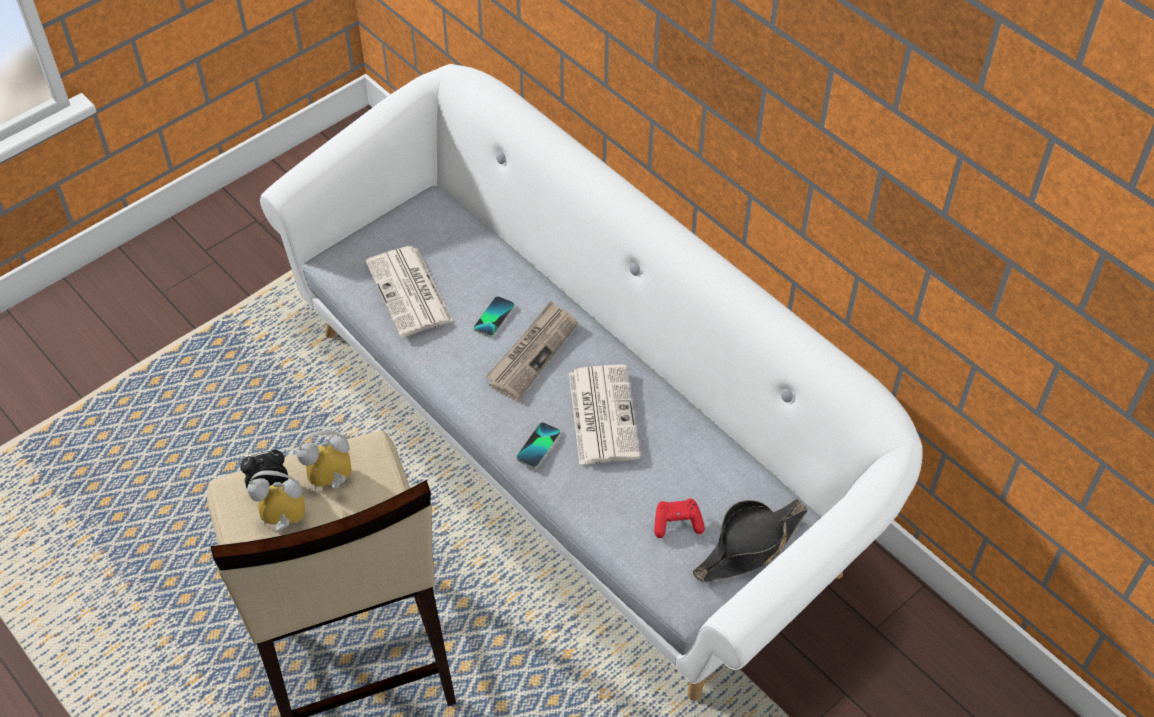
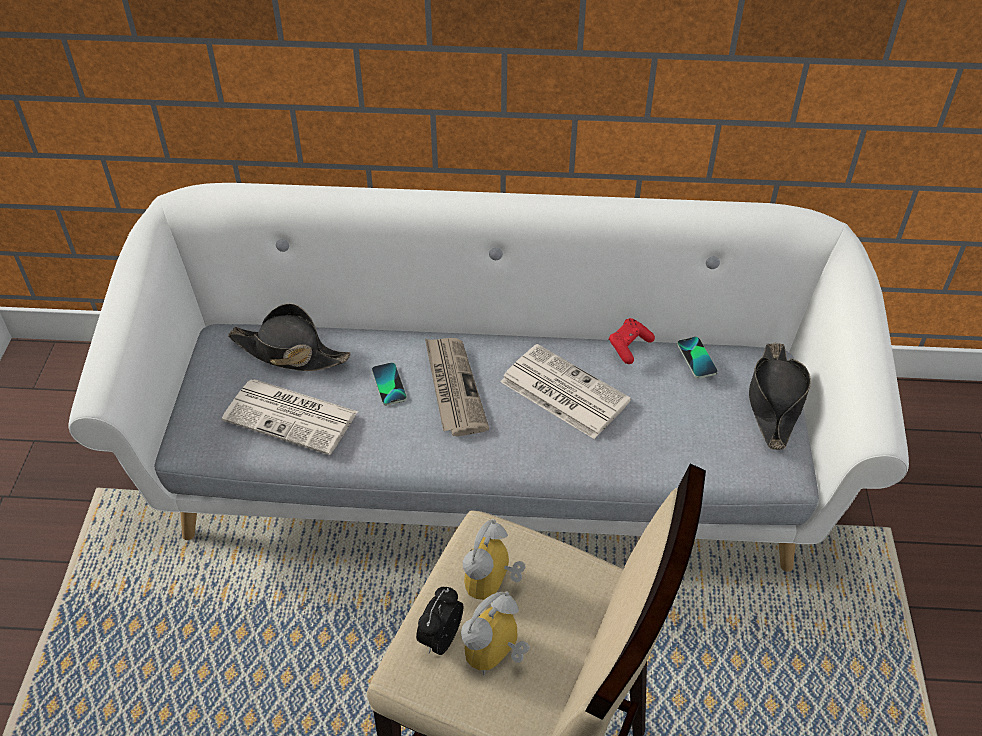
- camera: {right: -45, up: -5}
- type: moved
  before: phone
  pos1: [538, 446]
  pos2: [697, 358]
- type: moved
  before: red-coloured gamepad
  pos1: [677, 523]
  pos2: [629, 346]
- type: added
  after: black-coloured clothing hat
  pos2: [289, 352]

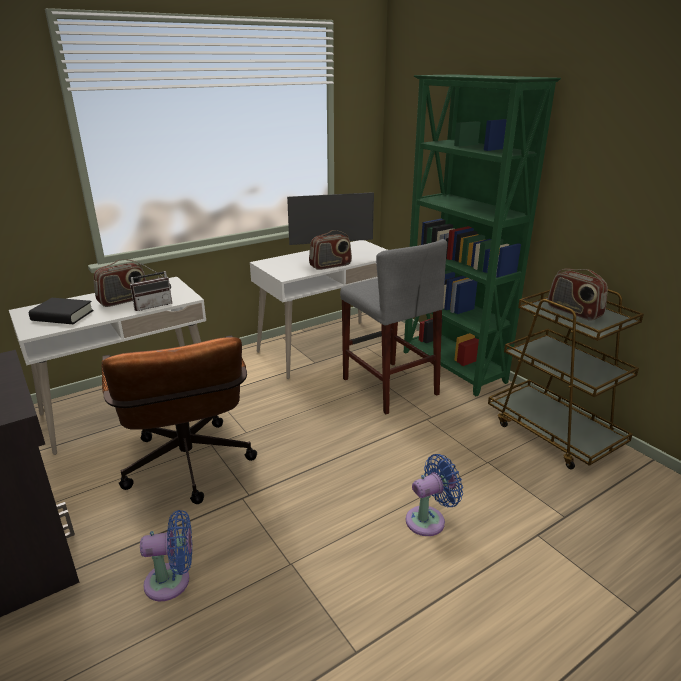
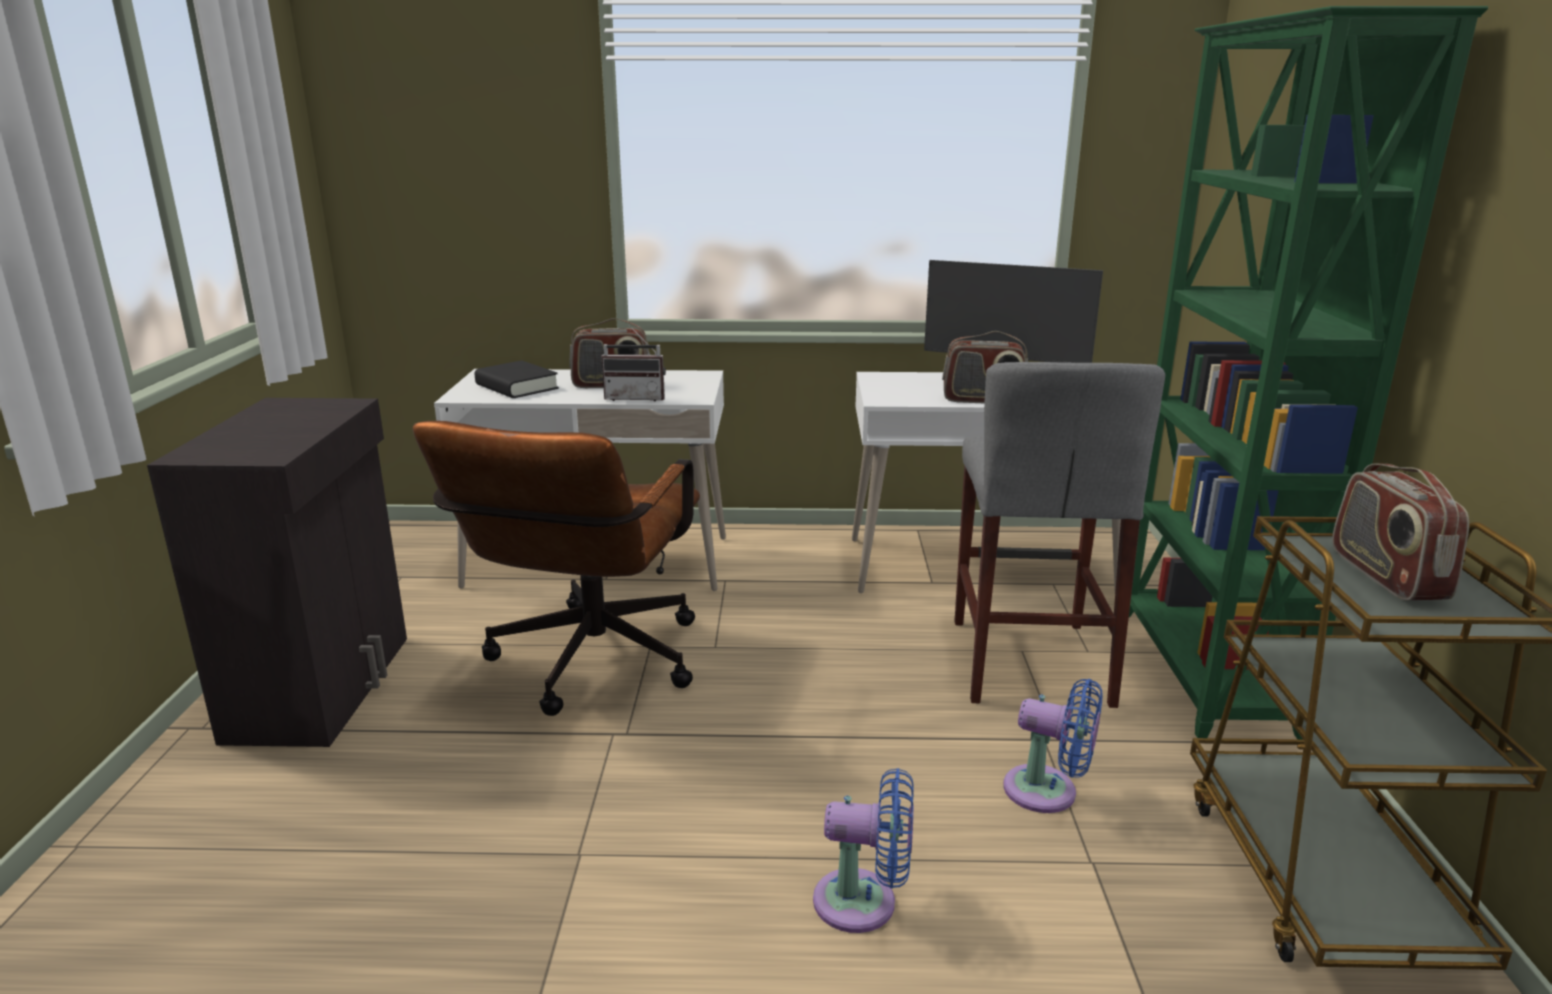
- camera: {right: 35, up: -5}
- type: moved
  before: blue cooling fan
  pos1: [172, 581]
  pos2: [1048, 792]

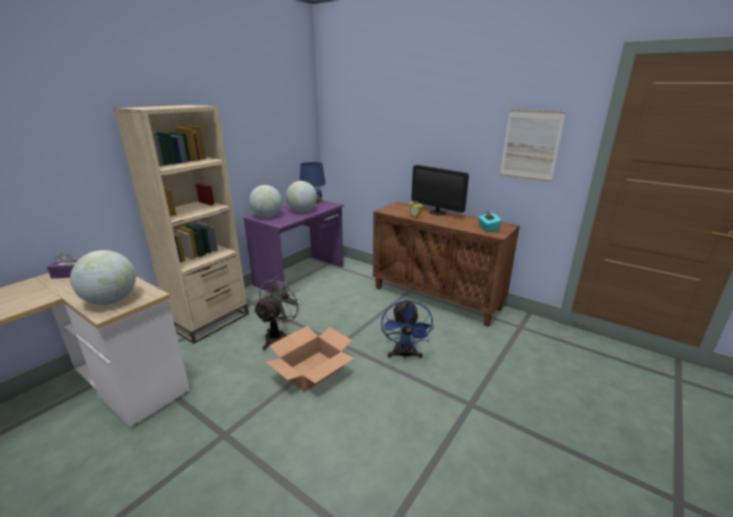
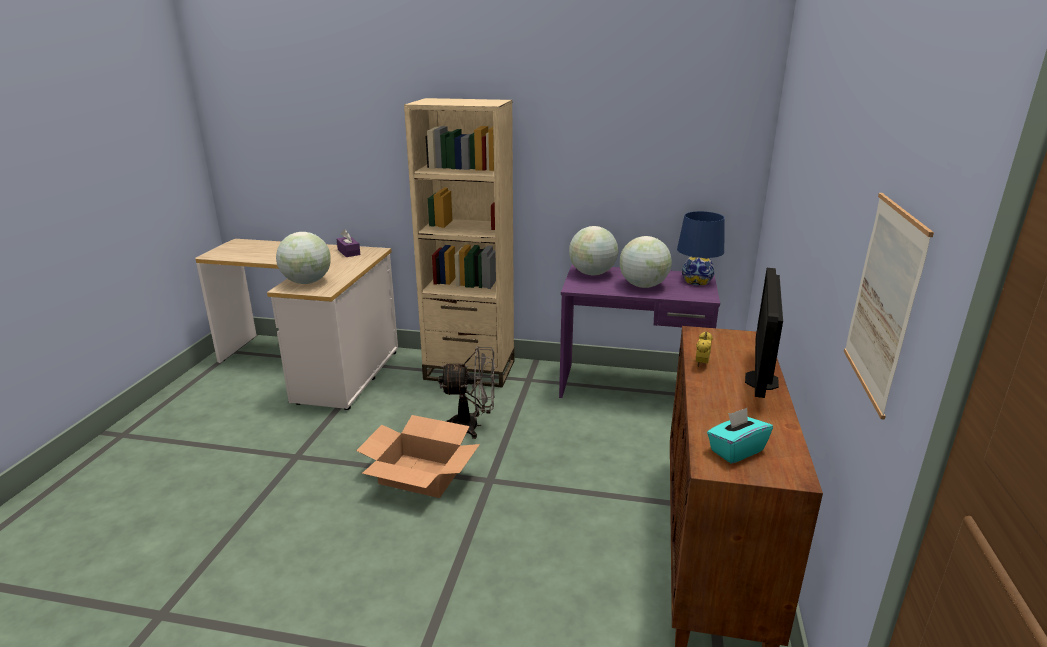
- camera: {right: 65, up: 0}
- type: removed
  before: blue cooling fan
  pos1: [404, 355]

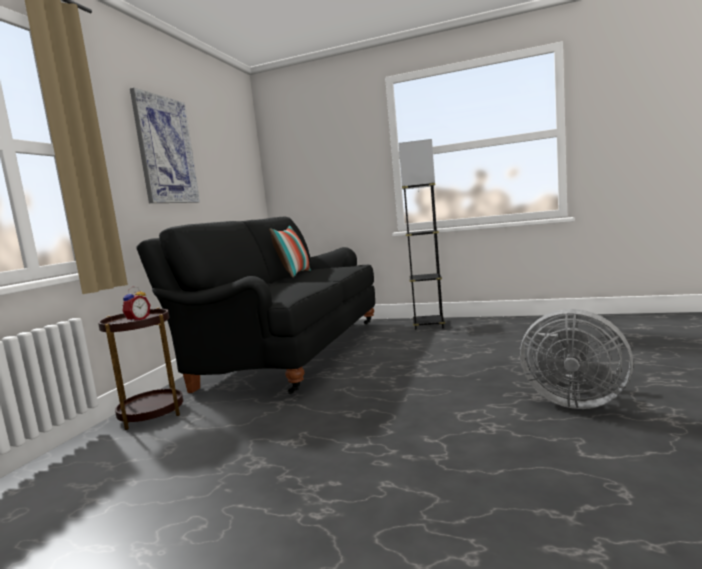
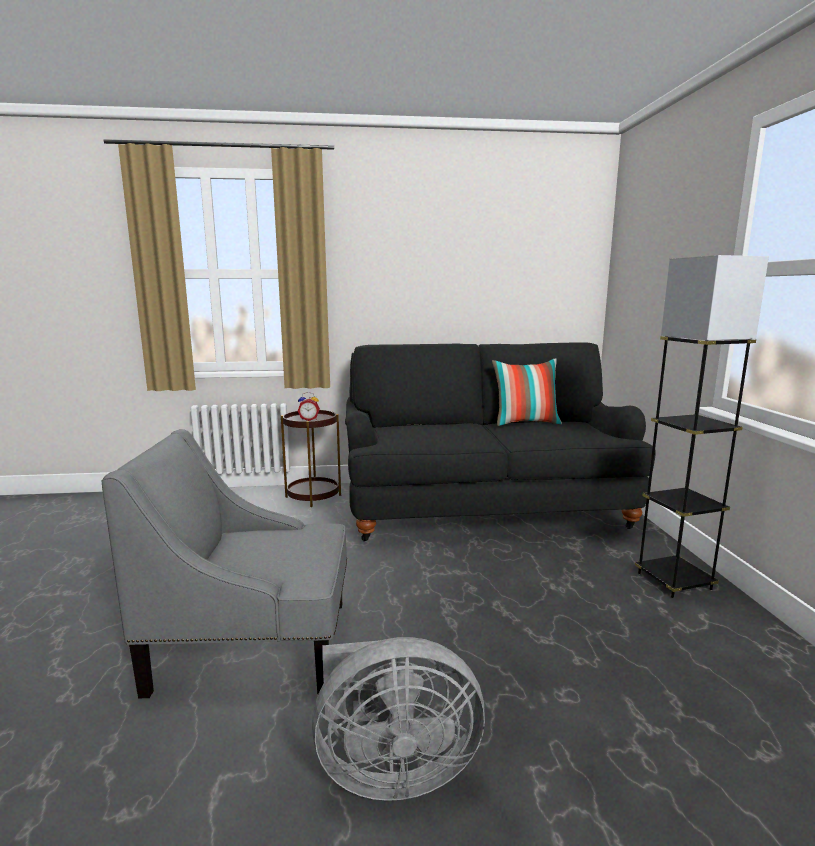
- camera: {right: 65, up: 5}
- type: removed
  before: wall picture
  pos1: [165, 150]
- type: turned
  before: greyish cooling fan
  pos1: [571, 400]
  pos2: [391, 770]
  turn: -105
- type: added
  after: greyish easy chair
  pos2: [254, 644]

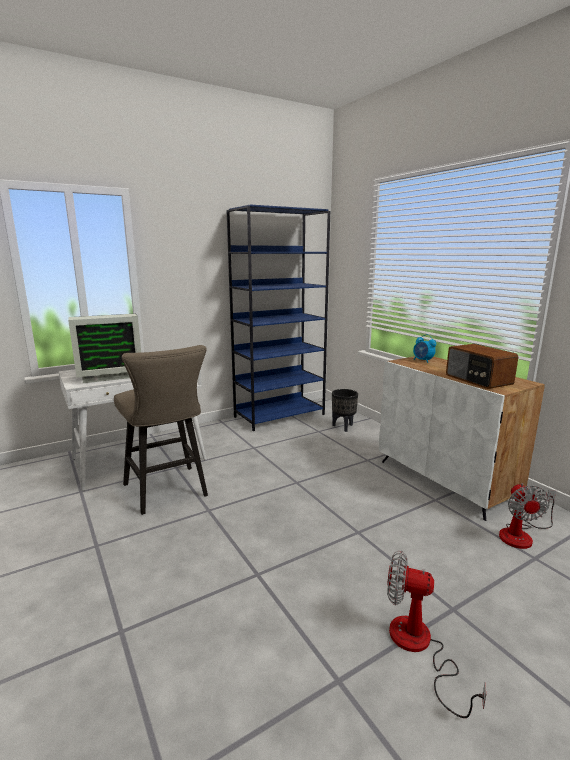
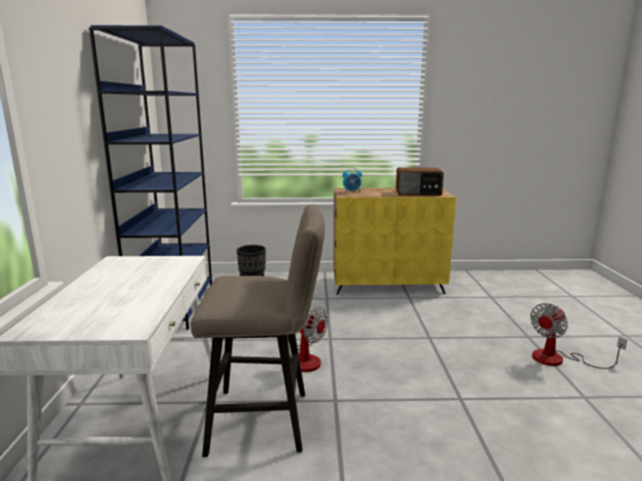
- camera: {right: -60, up: 0}
- type: removed
  before: computer screen
  pos1: [109, 374]
- type: recoloured
  before: white storage cabinet
  after: yellowish storage cabinet
  pos1: [445, 481]
  pos2: [388, 285]
- type: moved
  before: cooling fan
  pos1: [521, 534]
  pos2: [306, 358]

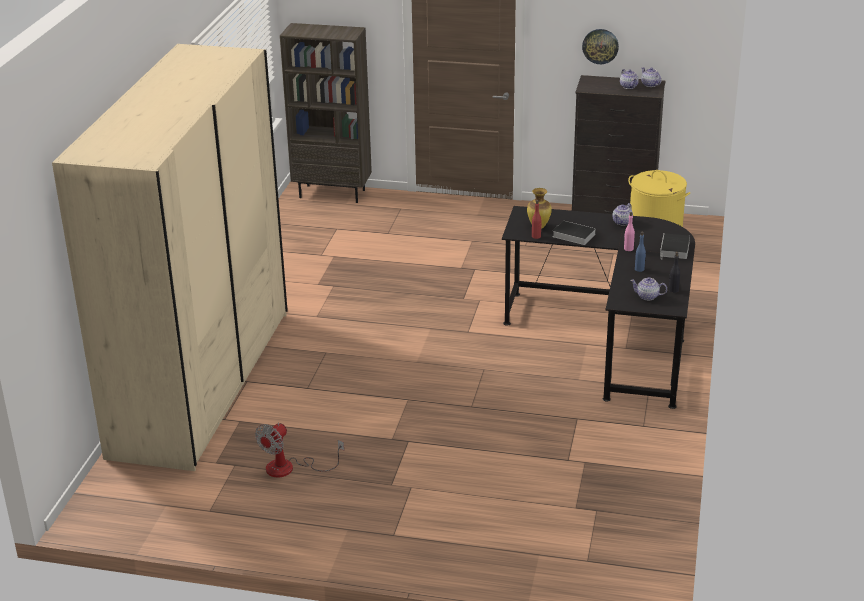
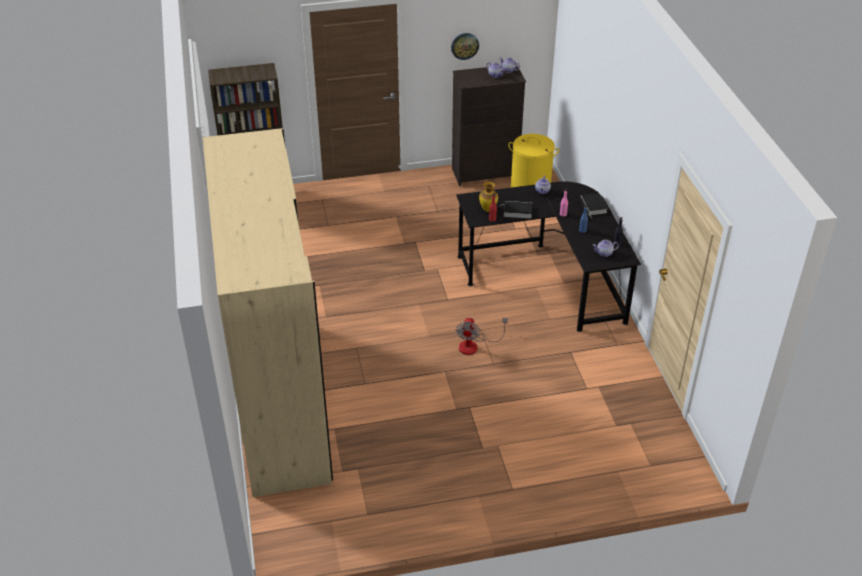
- camera: {right: -25, up: 10}
- type: moved
  before: cooling fan
  pos1: [290, 468]
  pos2: [474, 345]

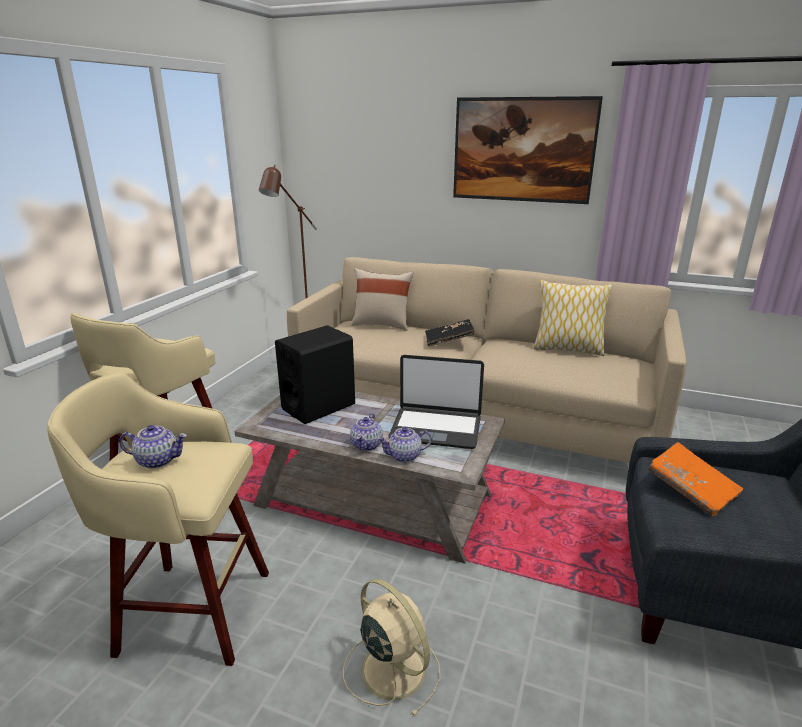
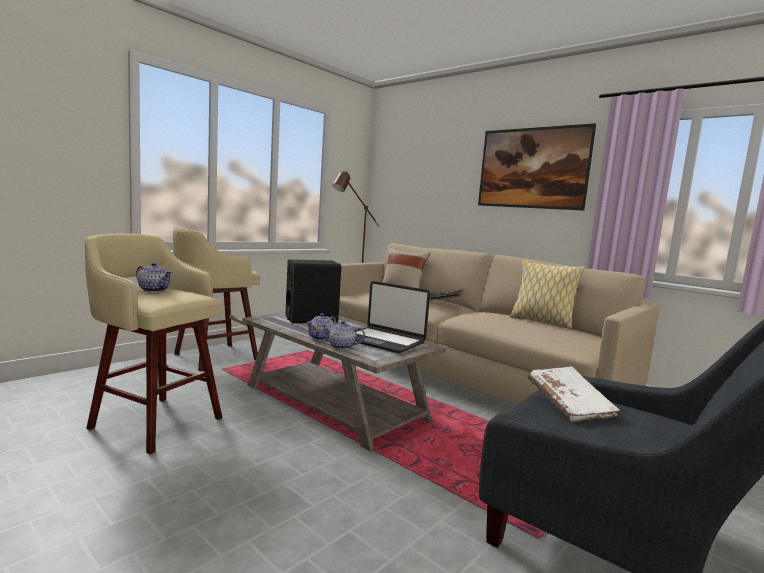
- camera: {right: 20, up: -15}
- type: removed
  before: beige cooling fan
  pos1: [391, 668]
- type: recoloured
  before: orange-coloured bound book
  after: white bound book
  pos1: [691, 489]
  pos2: [569, 406]

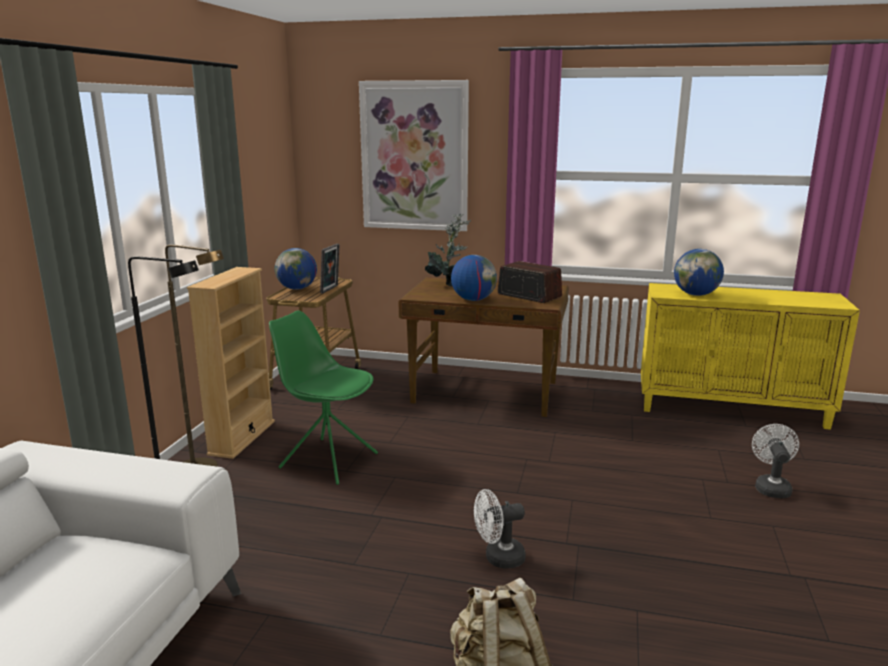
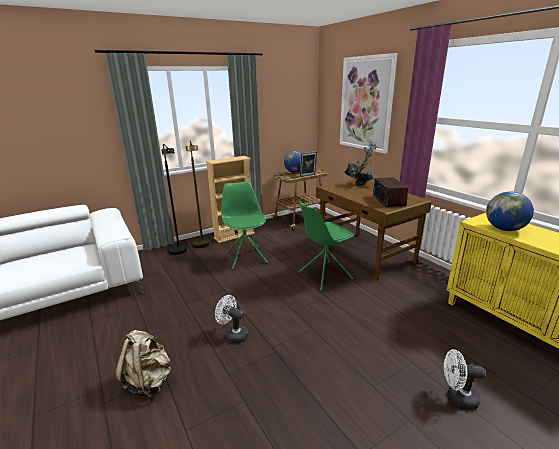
- camera: {right: 45, up: 5}
- type: removed
  before: desk globe
  pos1: [473, 300]
- type: turned
  before: white cooling fan
  pos1: [771, 487]
  pos2: [457, 397]
  turn: -135
- type: added
  after: greenish chair
  pos2: [324, 276]

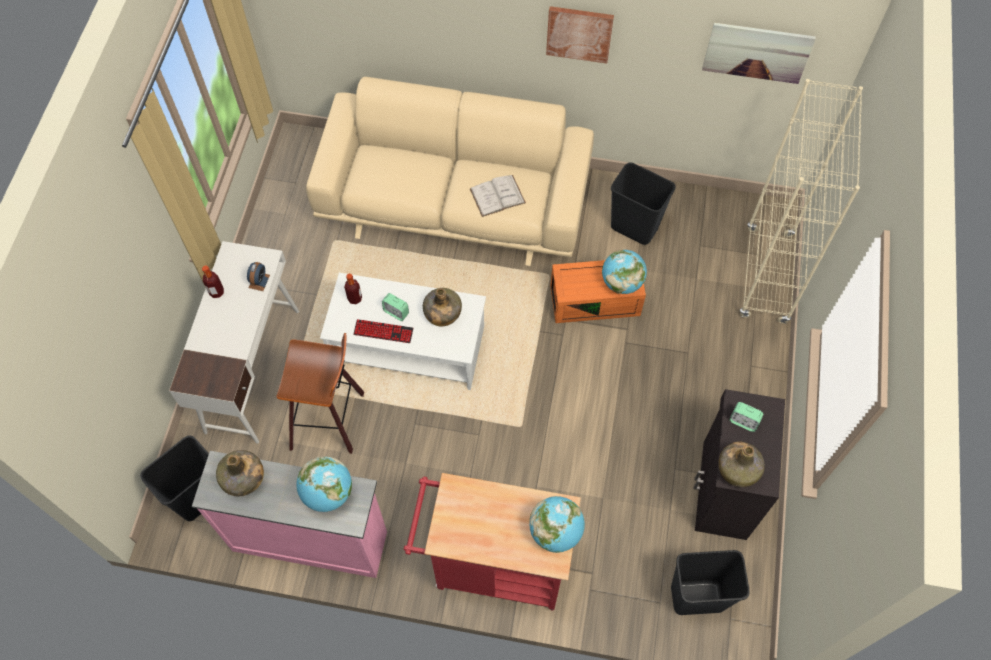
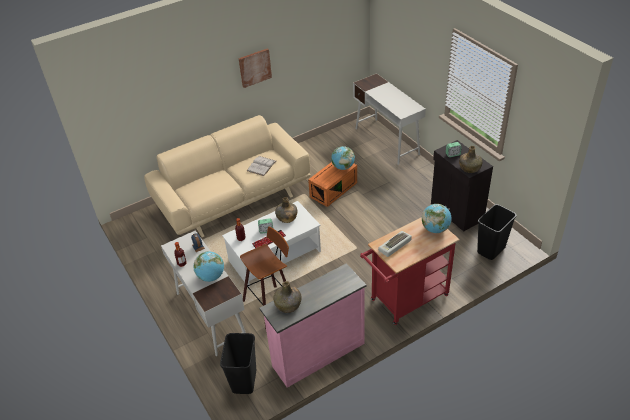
- camera: {right: -40, up: -20}
- type: moved
  before: desk globe
  pos1: [328, 493]
  pos2: [211, 276]
- type: removed
  before: black-coloured trash can
  pos1: [633, 228]
- type: removed
  before: wall picture
  pos1: [757, 52]
- type: replaced
  before: beige bookshelf
  after: white desk unit
  pos1: [766, 276]
  pos2: [387, 141]
- type: added
  after: computer keyboard
  pos2: [395, 246]

